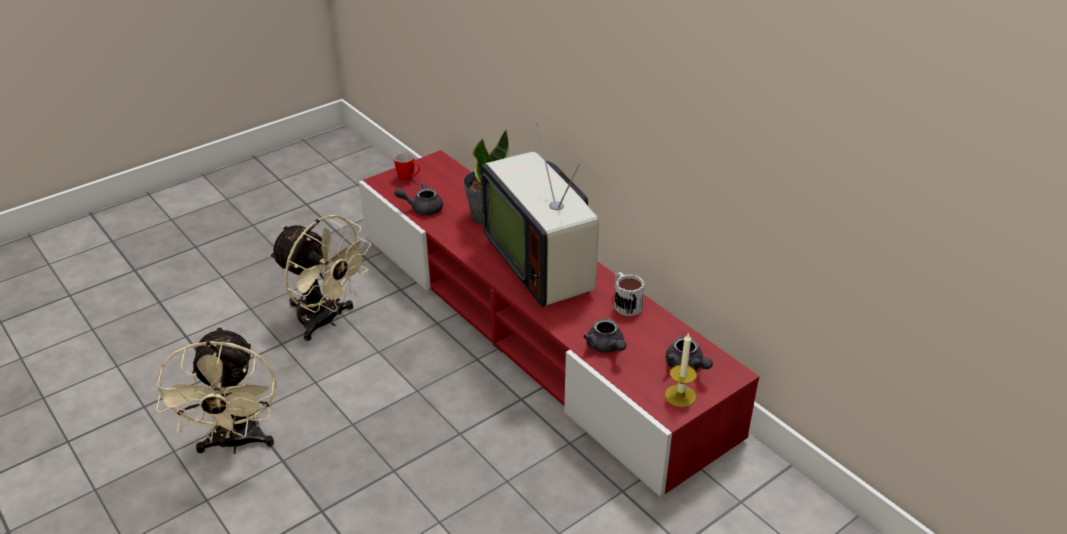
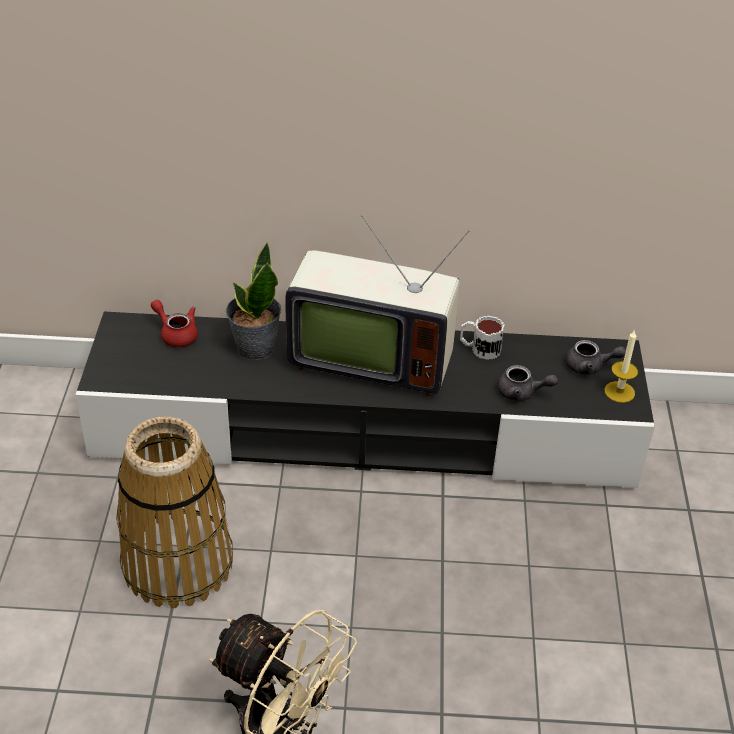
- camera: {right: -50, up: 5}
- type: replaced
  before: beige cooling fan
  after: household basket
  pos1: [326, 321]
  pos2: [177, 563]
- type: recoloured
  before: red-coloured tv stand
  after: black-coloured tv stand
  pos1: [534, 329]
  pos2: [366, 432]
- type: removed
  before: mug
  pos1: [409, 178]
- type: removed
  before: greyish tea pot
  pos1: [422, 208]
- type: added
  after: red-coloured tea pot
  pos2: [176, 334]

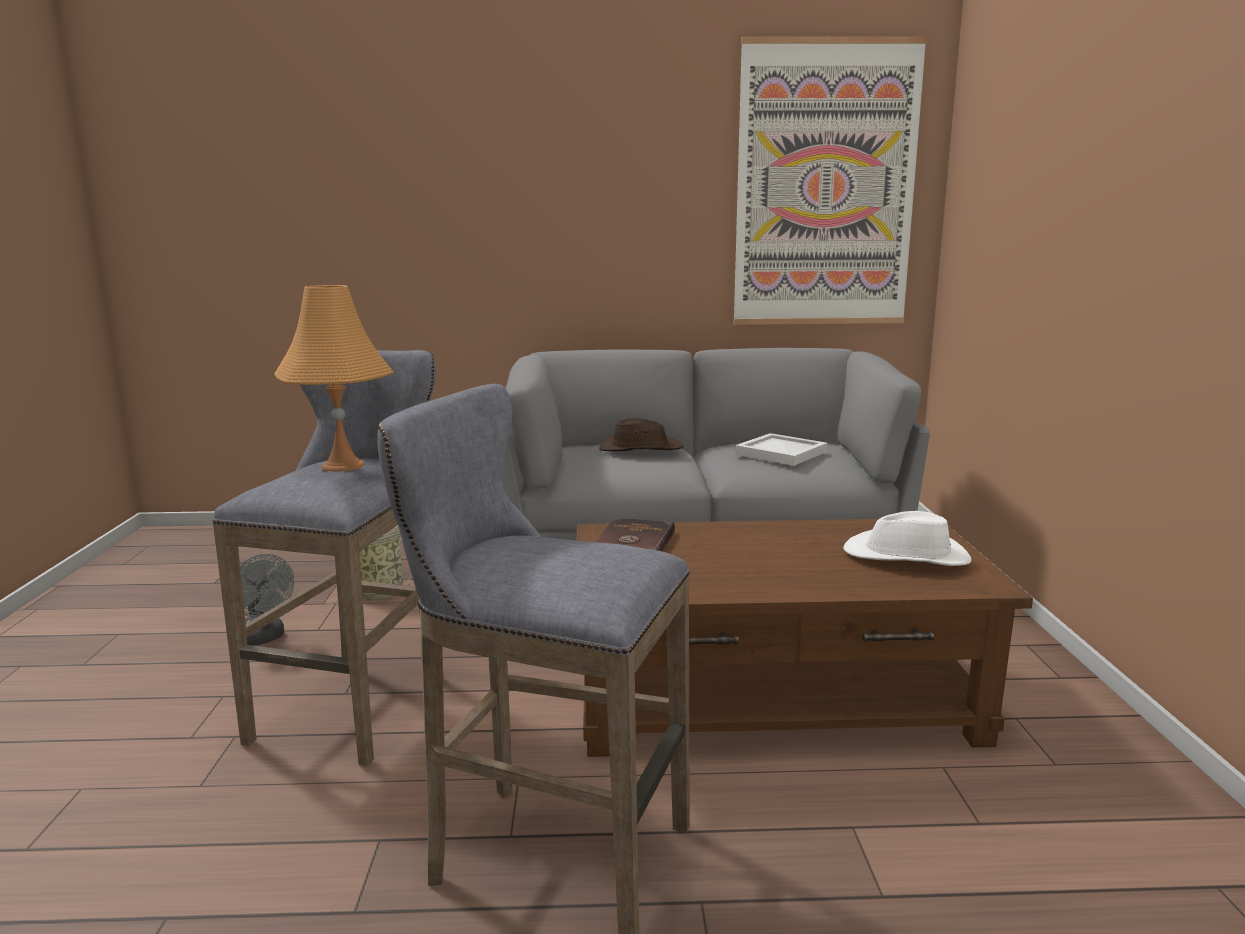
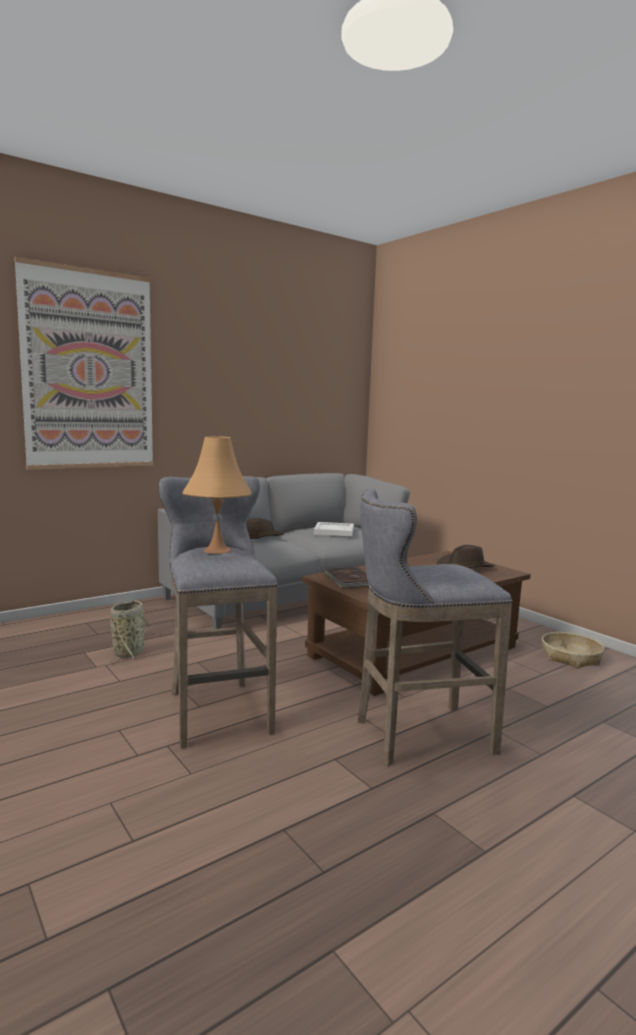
- camera: {right: -35, up: -5}
- type: removed
  before: greyish cooling fan
  pos1: [263, 638]
- type: moved
  before: wall picture
  pos1: [825, 186]
  pos2: [89, 370]
- type: recoloured
  before: white clothing hat
  after: brown clothing hat
  pos1: [907, 556]
  pos2: [465, 566]
- type: added
  after: household basket
  pos2: [571, 657]

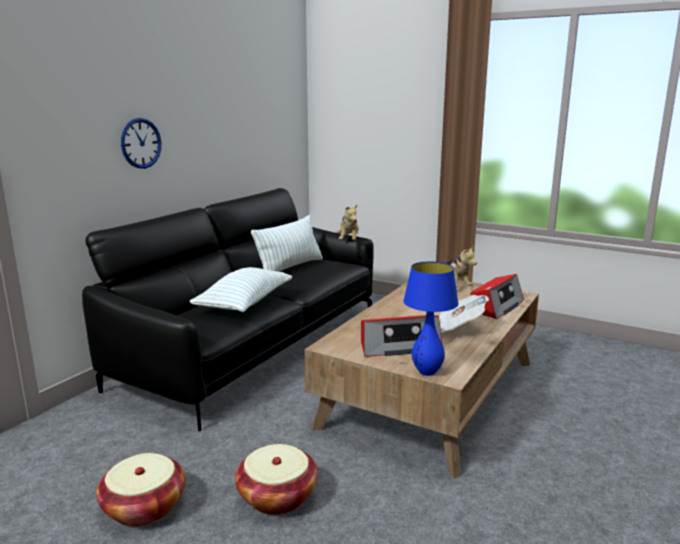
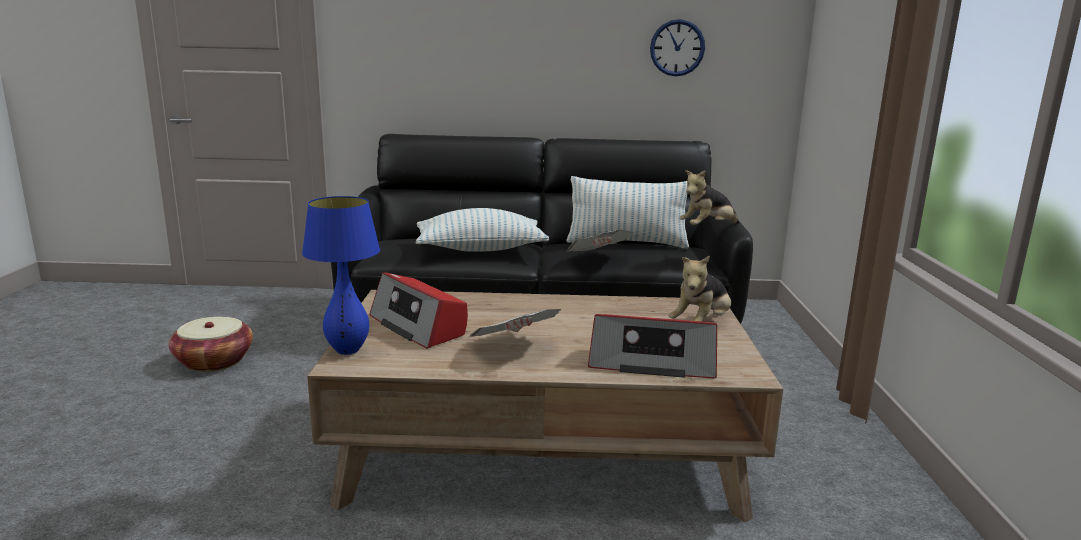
- camera: {right: 60, up: 0}
- type: moved
  before: hanging clock
  pos1: [141, 143]
  pos2: [677, 48]
- type: removed
  before: household basket
  pos1: [277, 496]
- type: added
  after: daily paper
  pos2: [597, 258]

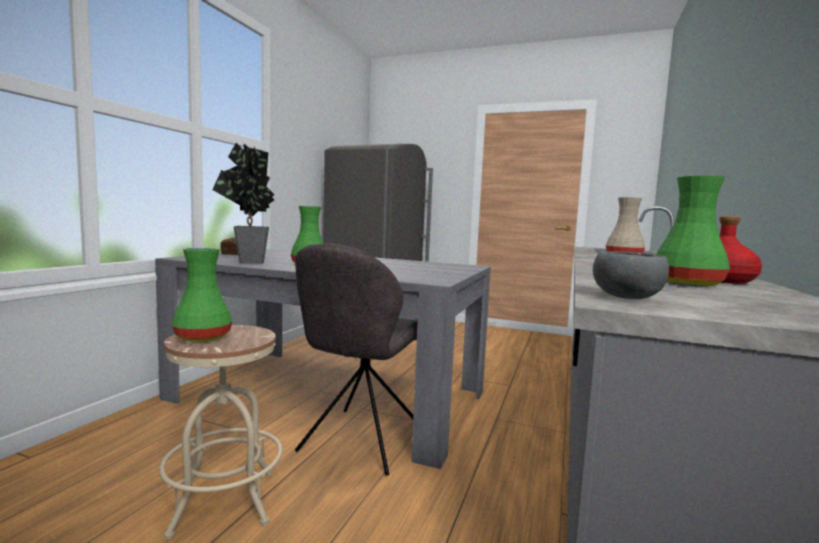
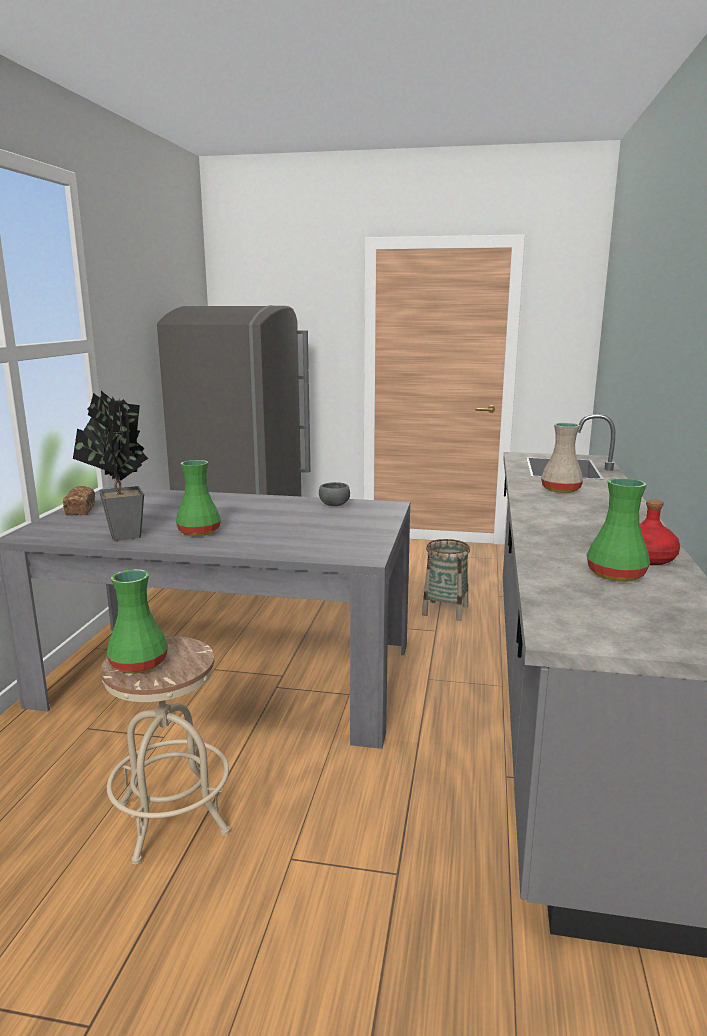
- camera: {right: -10, up: 10}
- type: removed
  before: greyish chair
  pos1: [360, 442]
- type: moved
  before: greyish bowl
  pos1: [628, 298]
  pos2: [334, 505]
- type: added
  after: household basket
  pos2: [445, 610]

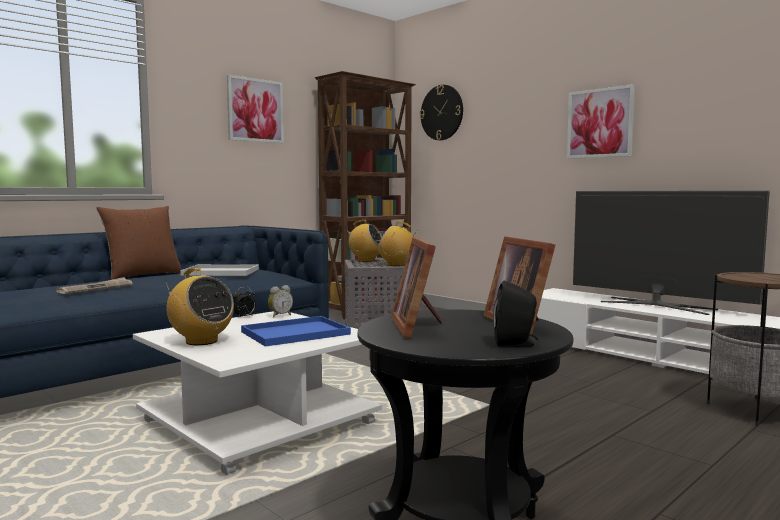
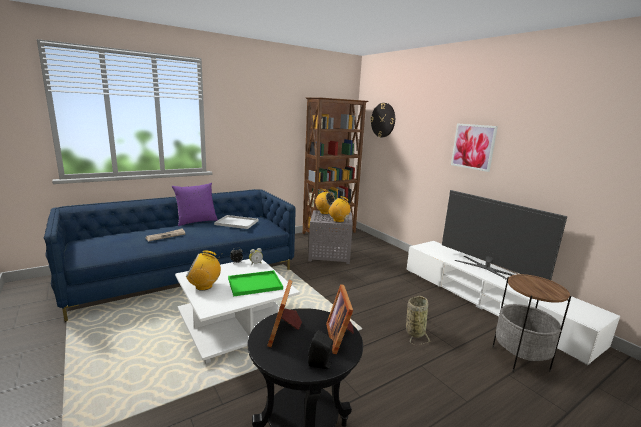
- camera: {right: 10, up: 10}
- type: recoloured
  before: brown cushion
  after: purple cushion
  pos1: [142, 275]
  pos2: [196, 221]
- type: turned
  before: radio set
  pos1: [201, 341]
  pos2: [204, 286]
  turn: 120
- type: removed
  before: wall picture
  pos1: [255, 110]
- type: recoloured
  before: blue carrying tray
  after: greenish carrying tray
  pos1: [297, 332]
  pos2: [256, 283]
- type: added
  after: household basket
  pos2: [415, 331]

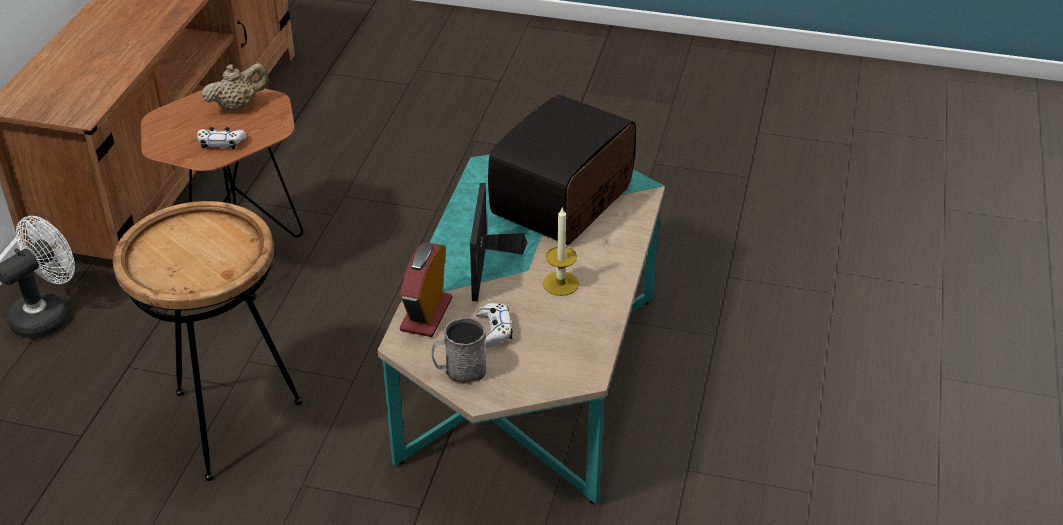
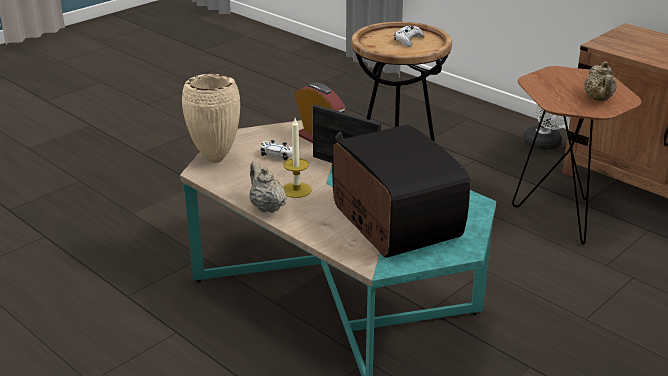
- camera: {right: 120, up: -10}
- type: moved
  before: white gamepad
  pos1: [221, 143]
  pos2: [408, 40]
- type: removed
  before: greyish mug
  pos1: [459, 371]
- type: added
  after: beige flower vase
  pos2: [216, 159]
- type: added
  after: beige tea pot
  pos2: [267, 207]

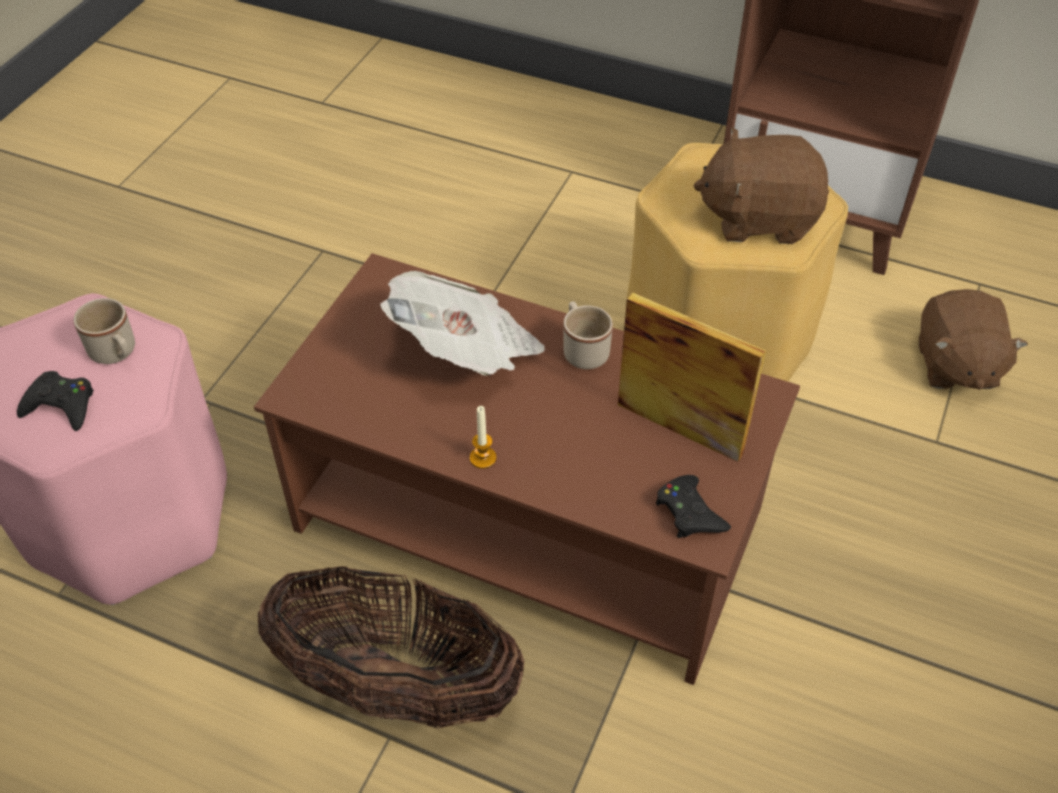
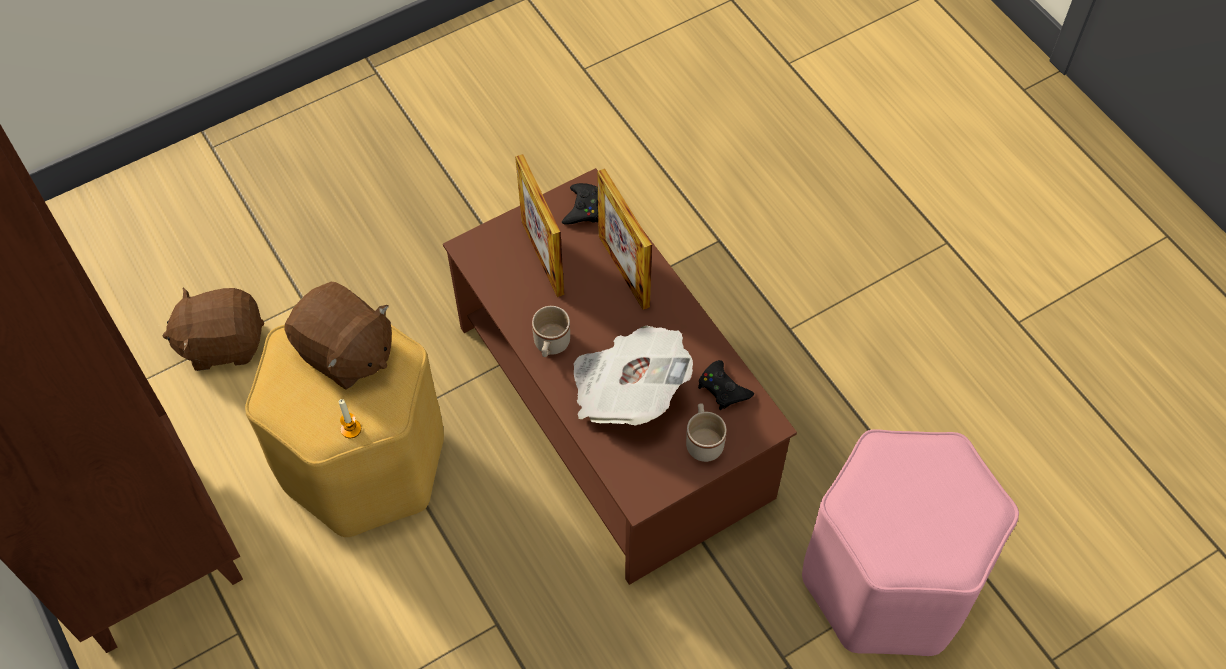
- camera: {right: -145, up: 10}
- type: moved
  before: black-coloured gamepad
  pos1: [61, 405]
  pos2: [723, 389]
- type: moved
  before: beige mug
  pos1: [116, 354]
  pos2: [703, 440]
- type: removed
  before: household basket
  pos1: [396, 686]
- type: moved
  before: wax light
  pos1: [483, 458]
  pos2: [351, 429]
- type: turned
  before: brown plush toy
  pos1: [955, 365]
  pos2: [222, 343]
  turn: -135
- type: added
  after: picture frame
  pos2: [623, 271]

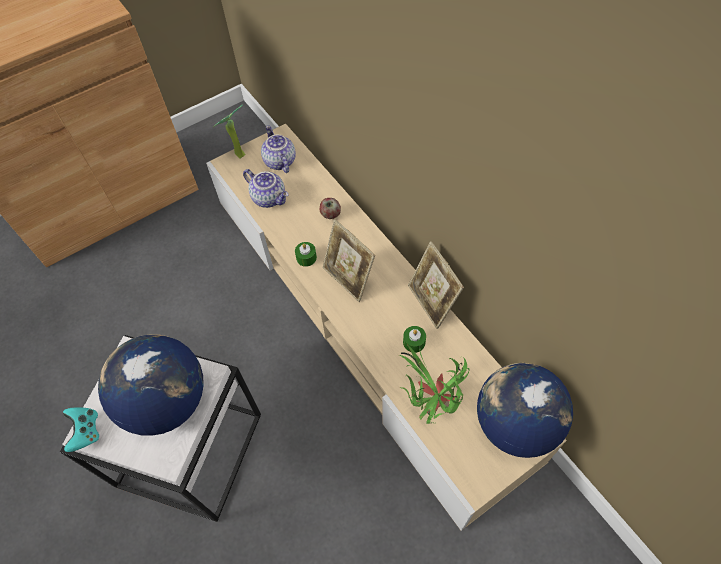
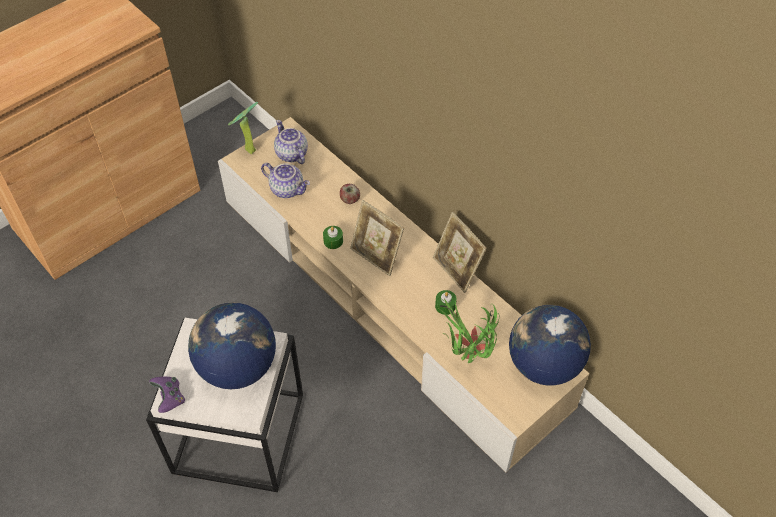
- camera: {right: -10, up: -5}
- type: recoloured
  before: blue-green gamepad
  after: purple gamepad
  pos1: [85, 431]
  pos2: [169, 398]

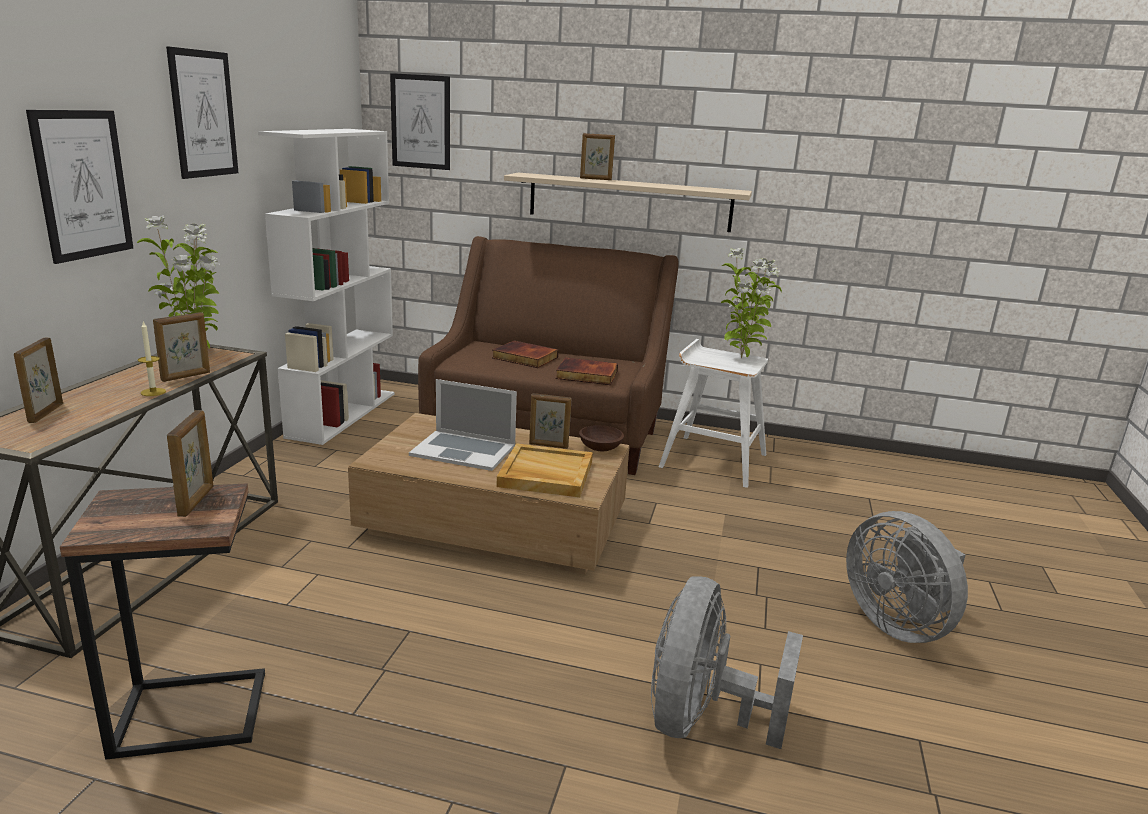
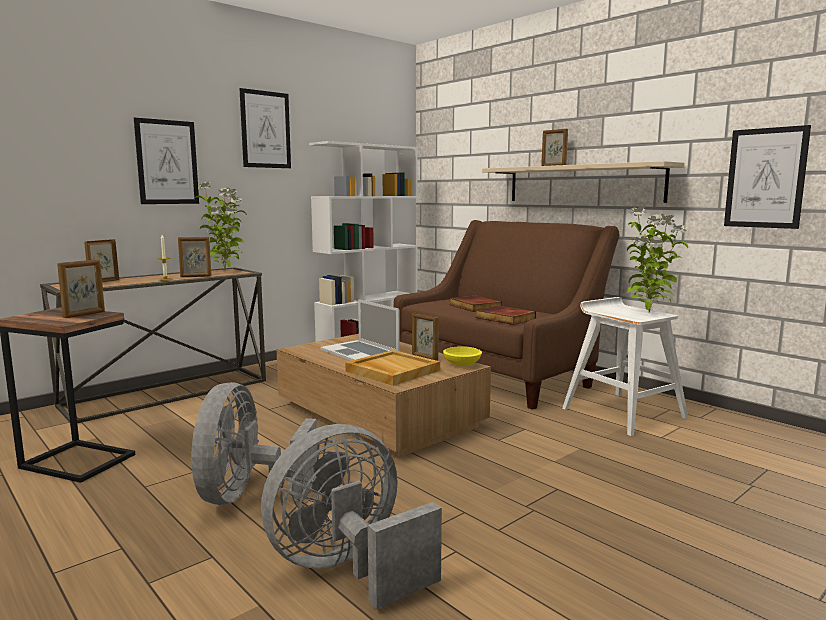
- camera: {right: 35, up: -10}
- type: moved
  before: wall picture
  pos1: [420, 122]
  pos2: [765, 178]
- type: recoloured
  before: brown bowl
  after: yellowish bowl
  pos1: [600, 448]
  pos2: [461, 364]
- type: moved
  before: greyish cooling fan
  pos1: [898, 623]
  pos2: [247, 496]

